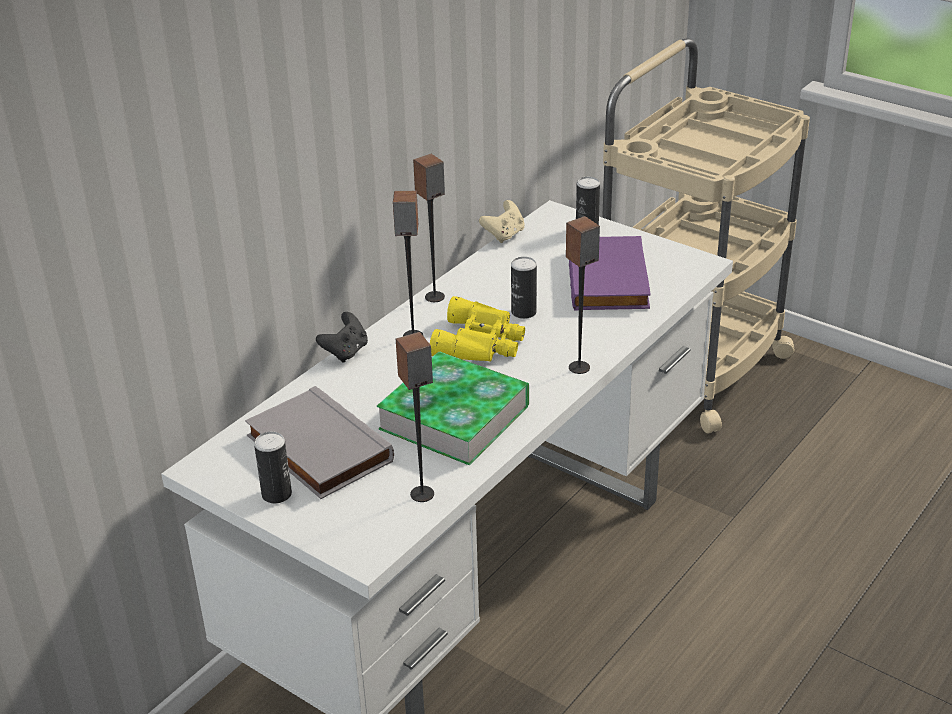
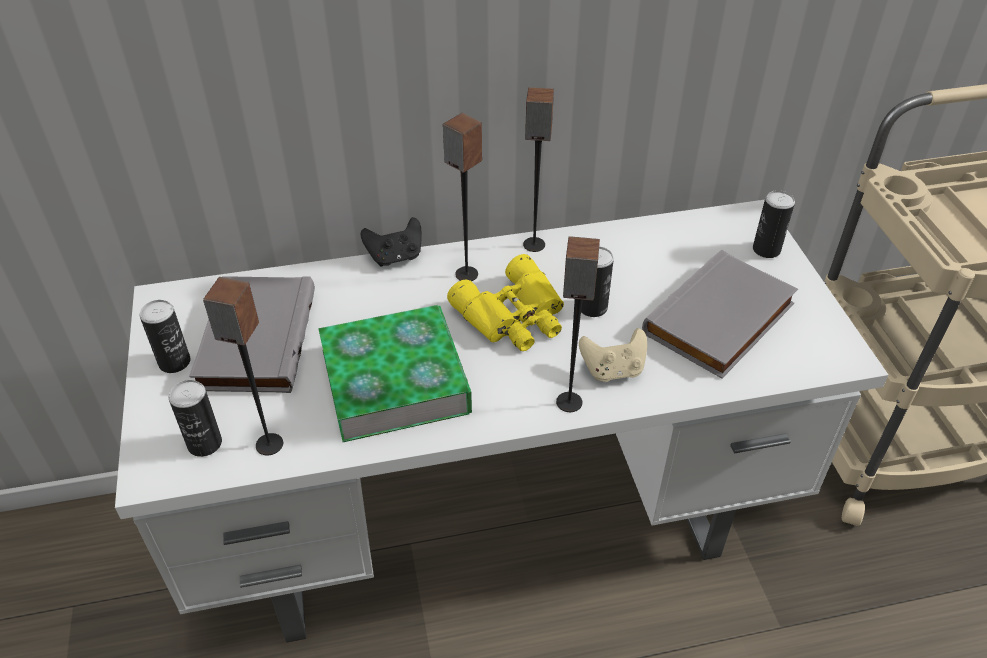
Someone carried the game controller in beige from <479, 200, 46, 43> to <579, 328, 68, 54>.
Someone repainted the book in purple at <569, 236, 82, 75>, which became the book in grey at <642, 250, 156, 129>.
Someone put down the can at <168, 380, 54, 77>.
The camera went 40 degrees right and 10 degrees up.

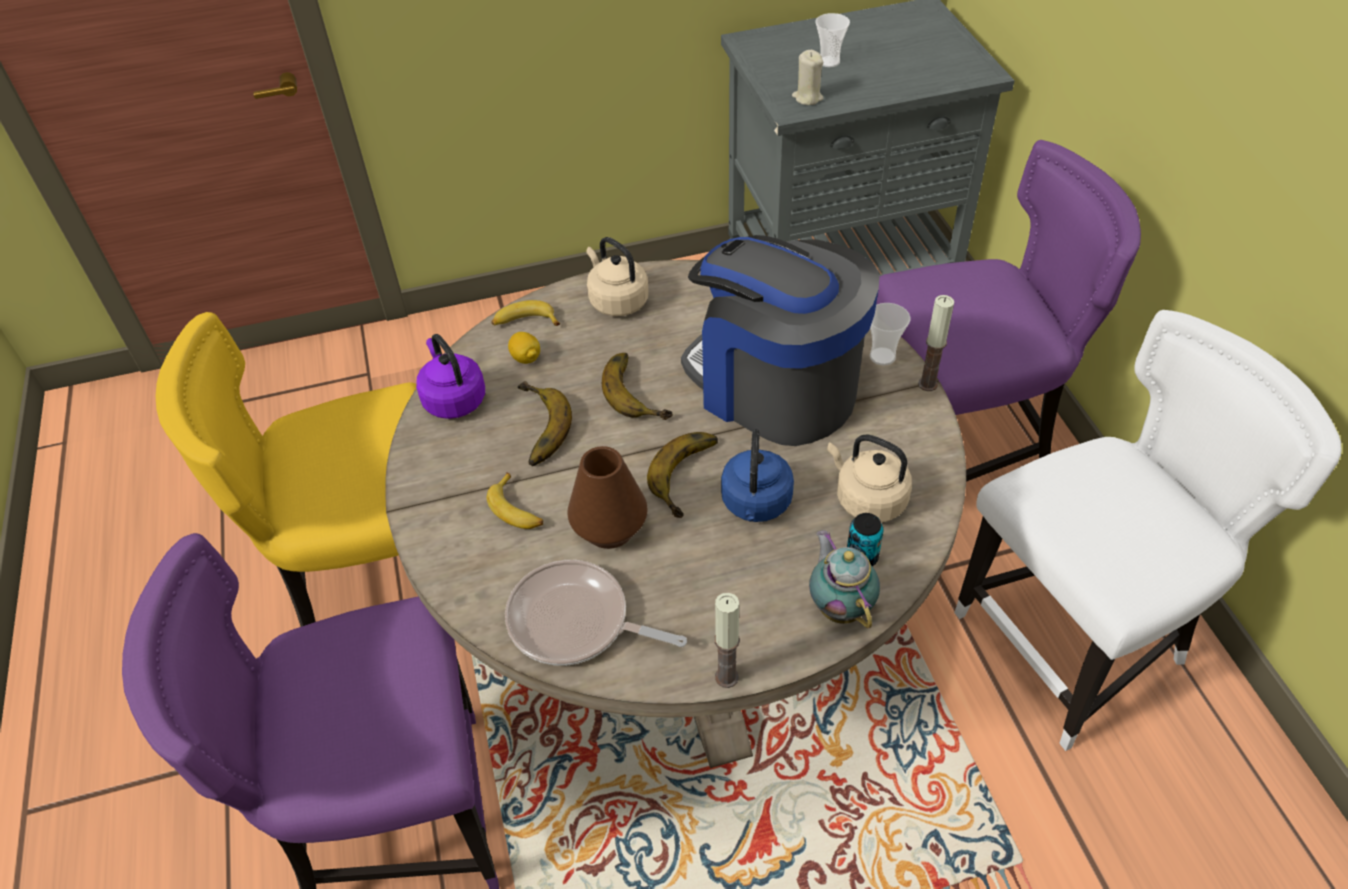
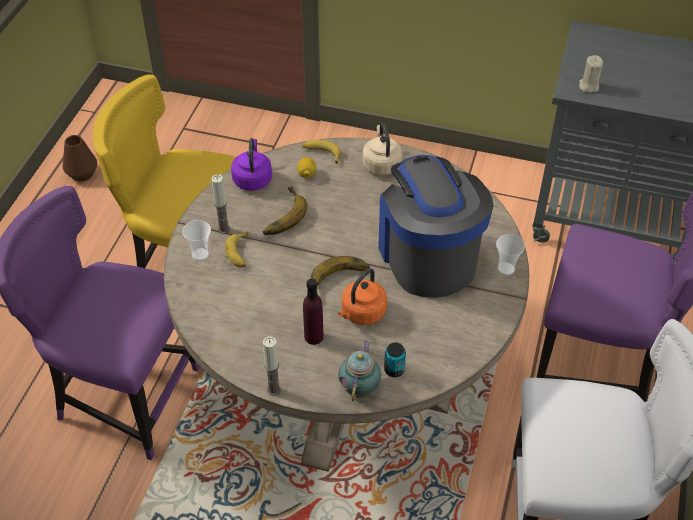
Someone carried the cup from <815, 13, 35, 55> to <182, 220, 29, 41>.
Someone carried the candle from <918, 295, 36, 96> to <211, 174, 19, 60>.
Someone took away the banana at <602, 353, 71, 67>.
Someone repainted the kettle in blue at <721, 429, 73, 93>, which became the kettle in orange at <338, 268, 49, 57>.
Someone took away the kettle in beige at <827, 434, 85, 88>.
Someone carried the vase in brown from <567, 446, 80, 103> to <63, 135, 34, 46>.
Someone took away the frying pan at <505, 560, 182, 106>.
Someone put down the bottle in purple at <303, 278, 21, 67>.
The camera went 30 degrees right and 0 degrees up.

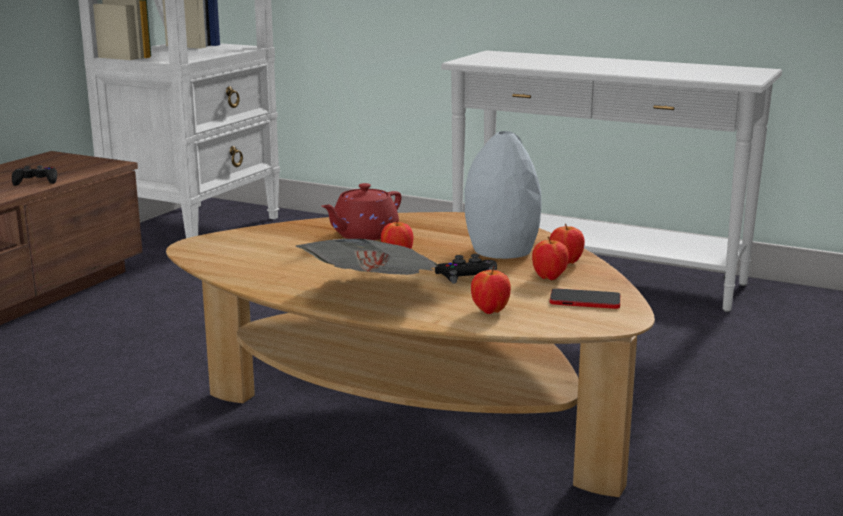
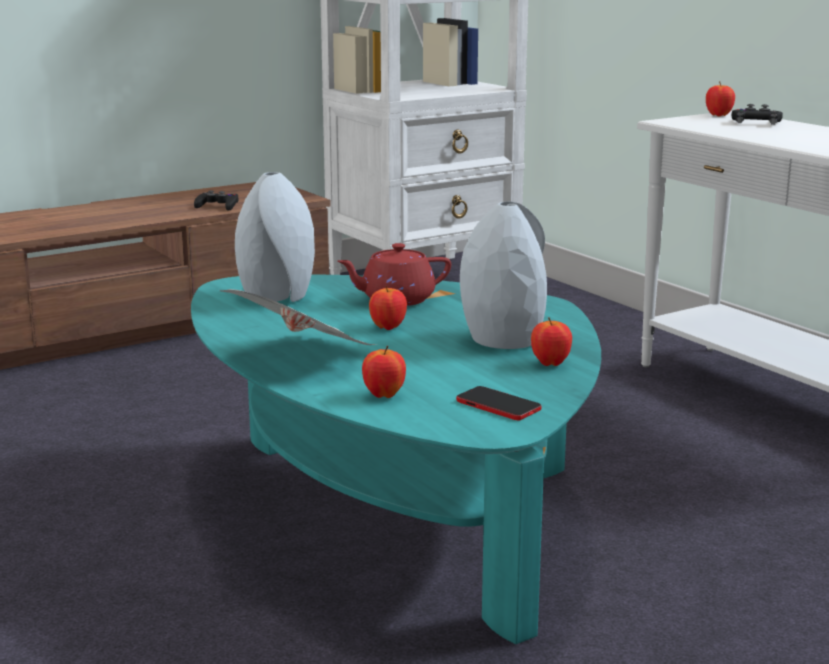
Someone repainted the coffee table in brown at <166, 212, 489, 285>, which became the coffee table in turquoise at <191, 275, 410, 369>.
Someone carried the apple from <532, 236, 37, 44> to <706, 81, 29, 36>.
Someone carried the game controller in black from <435, 254, 62, 30> to <732, 104, 51, 21>.
Someone put down the vase in grey at <235, 172, 80, 130>.
The camera went 30 degrees right and 0 degrees up.

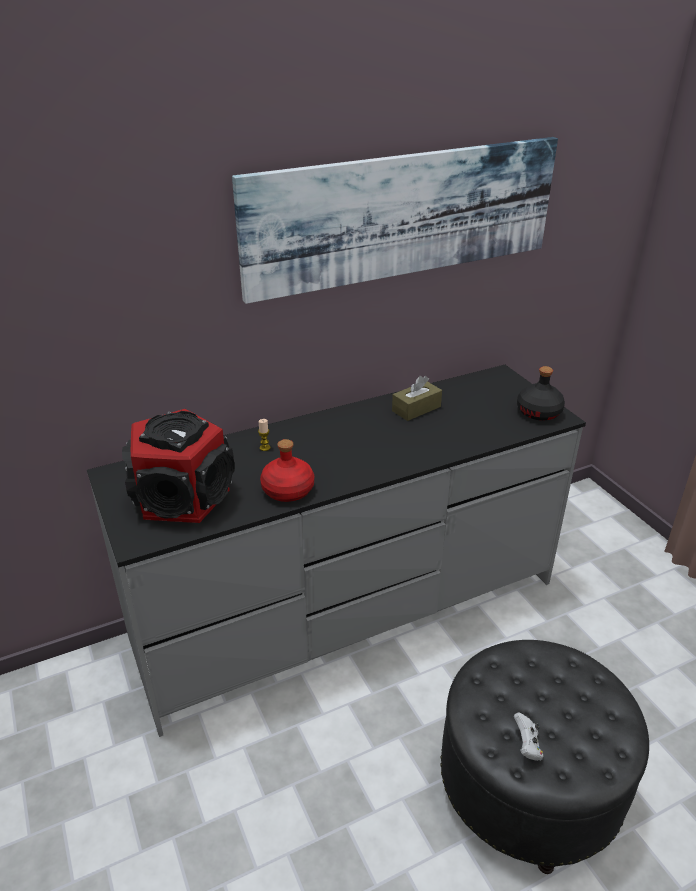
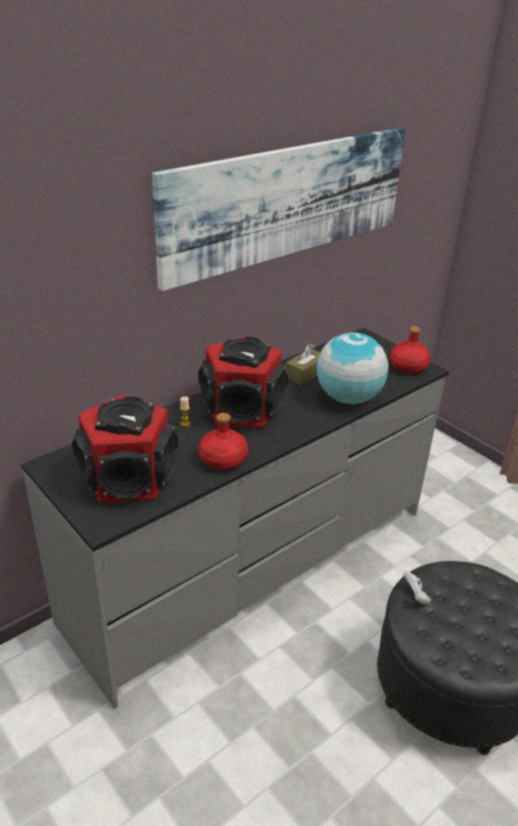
Someone repainted the bottle in black at <517, 366, 48, 55>, which became the bottle in red at <390, 326, 41, 48>.
Someone carried the game controller in white from <514, 712, 29, 49> to <403, 571, 28, 34>.
Someone put down the globe at <317, 332, 72, 72>.
Someone put down the speaker at <198, 336, 90, 92>.
The camera went 15 degrees left and 0 degrees up.

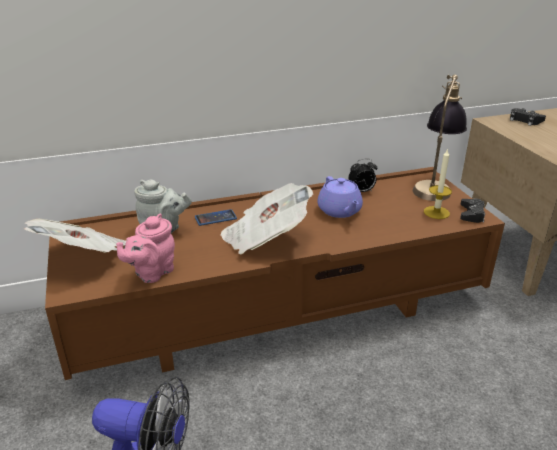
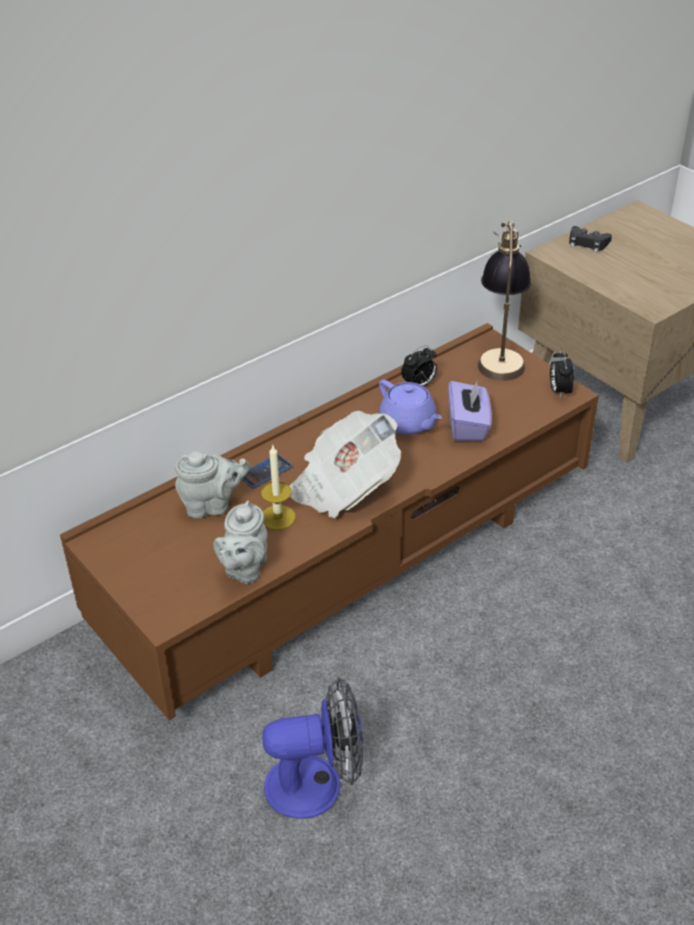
Someone carried the candle from <424, 148, 28, 71> to <261, 445, 35, 85>.
Someone swapped the game controller in black at <460, 198, 25, 25> for the alarm clock at <550, 349, 24, 50>.
Someone repainted the teapot in pink at <116, 214, 59, 69>, which became the teapot in grey at <213, 501, 54, 83>.
Someone took away the newspaper at <24, 219, 102, 34>.
Someone put down the tissue box in purple at <448, 379, 44, 62>.
The camera went 20 degrees left and 10 degrees up.

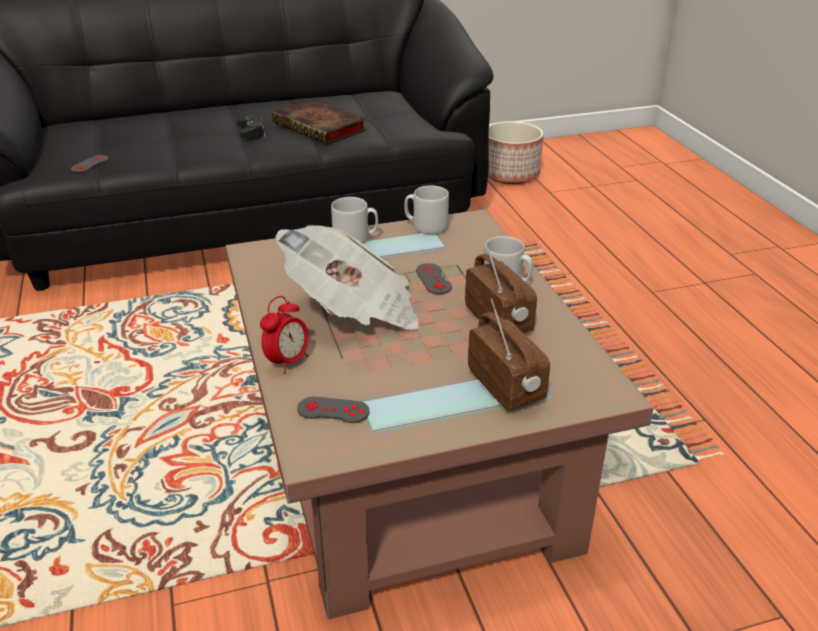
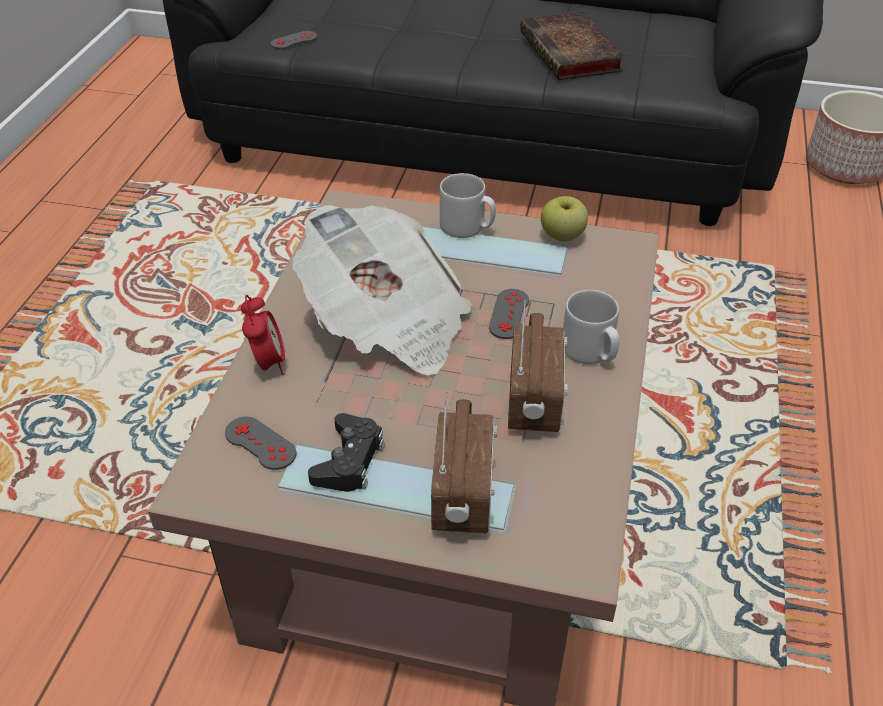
Someone carried the game controller in black from <237, 115, 29, 24> to <308, 413, 77, 79>.
Someone swapped the mug in grey at <404, 186, 45, 48> for the apple at <541, 196, 47, 46>.
Someone rotated the alarm clock at <260, 296, 49, 78> by 75 degrees counterclockwise.
The camera went 30 degrees right and 10 degrees up.

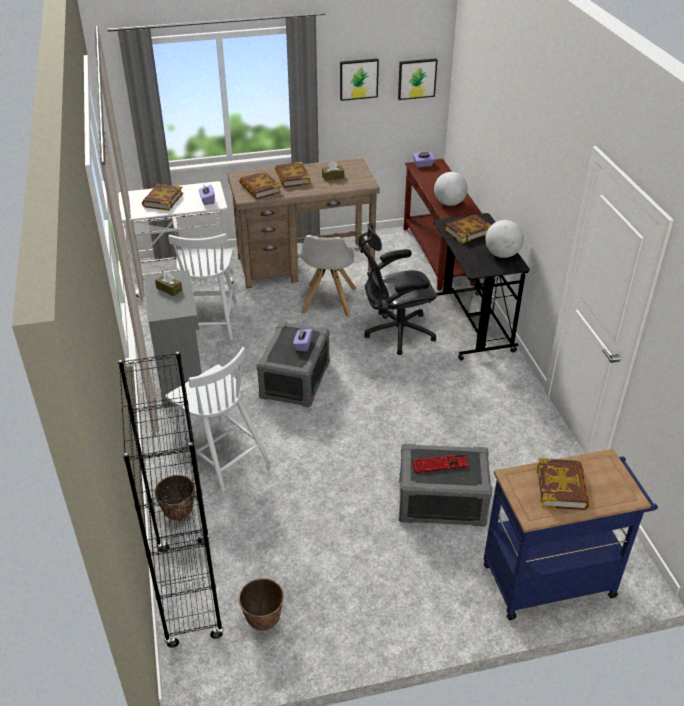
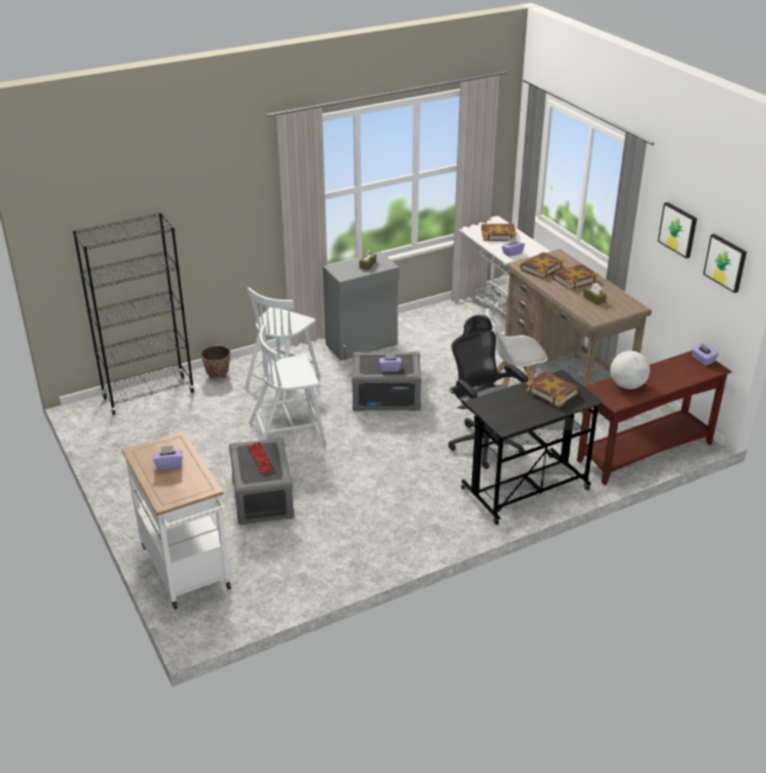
Someone took away the globe at <485, 220, 39, 38>.
Someone carried the chair in white from <168, 233, 69, 108> to <249, 324, 76, 117>.
Someone repainted the cart in blue at <484, 449, 174, 171>, which became the cart in white at <122, 431, 109, 178>.
Someone swapped the book at <537, 458, 52, 52> for the tissue box in purple at <153, 446, 29, 24>.
Someone took away the planter at <239, 578, 45, 52>.
The camera went 75 degrees right and 5 degrees down.

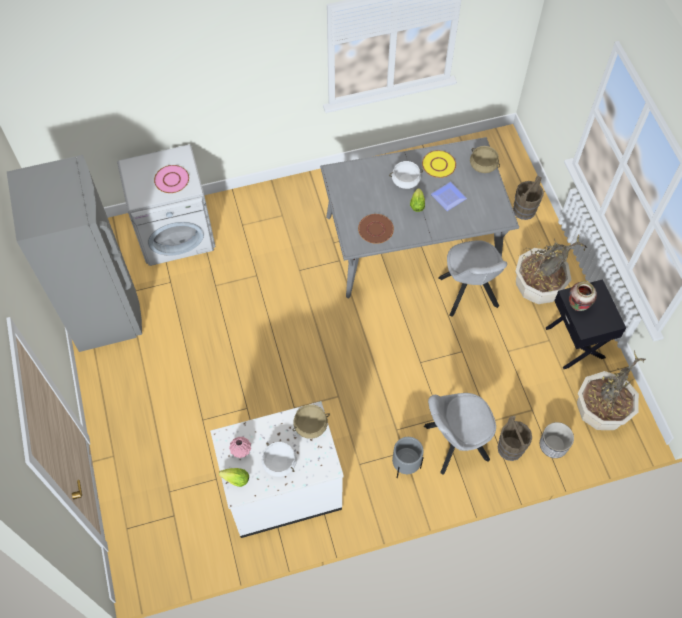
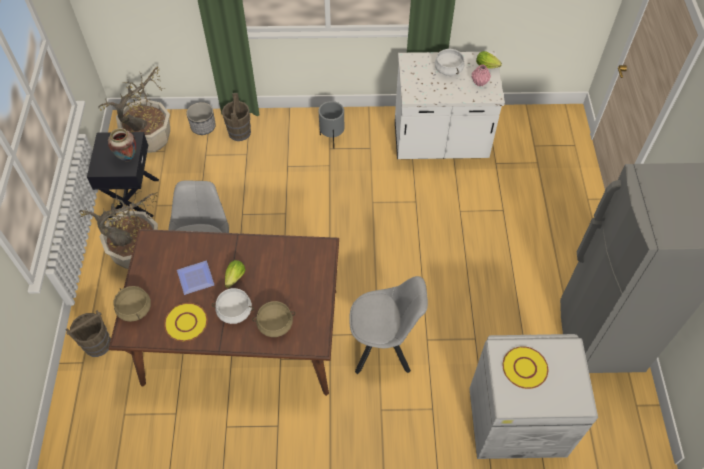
Someone repainted the dining table in grey at <320, 137, 199, 161>, which became the dining table in brown at <109, 229, 230, 167>.
Someone repainted the plate in pink at <154, 165, 35, 28>, which became the plate in yellow at <503, 346, 45, 43>.
Someone took away the plate in brown at <358, 214, 36, 30>.
Someone carried the chair in grey from <424, 393, 72, 82> to <349, 276, 79, 98>.
Someone carried the cooking pot in beige from <292, 404, 38, 35> to <252, 301, 44, 36>.
The camera went 165 degrees left and 5 degrees down.

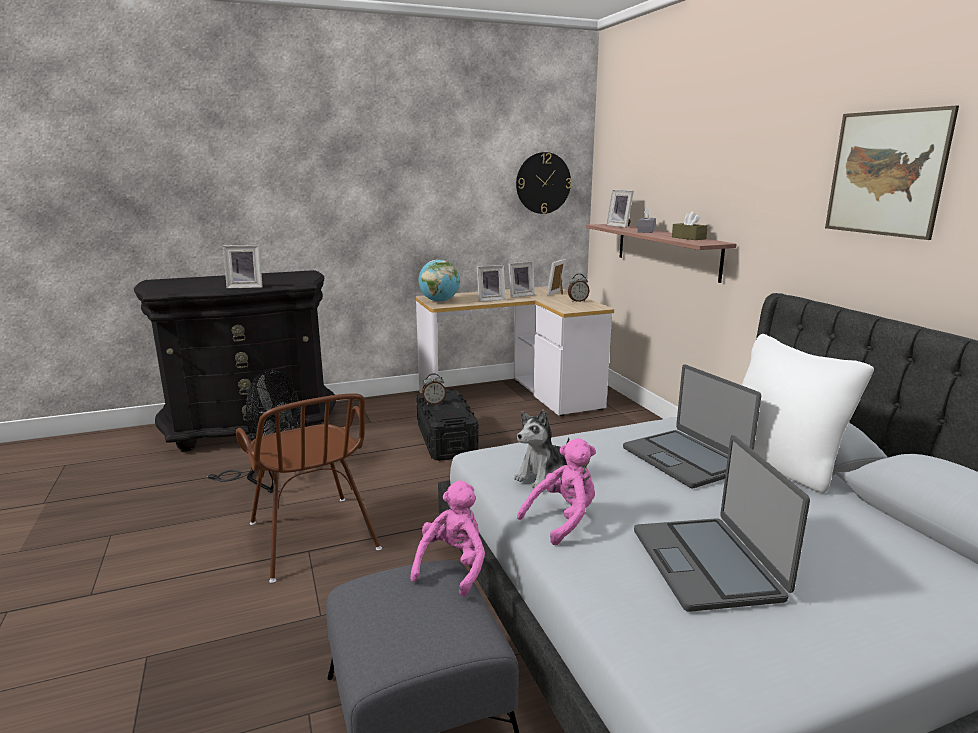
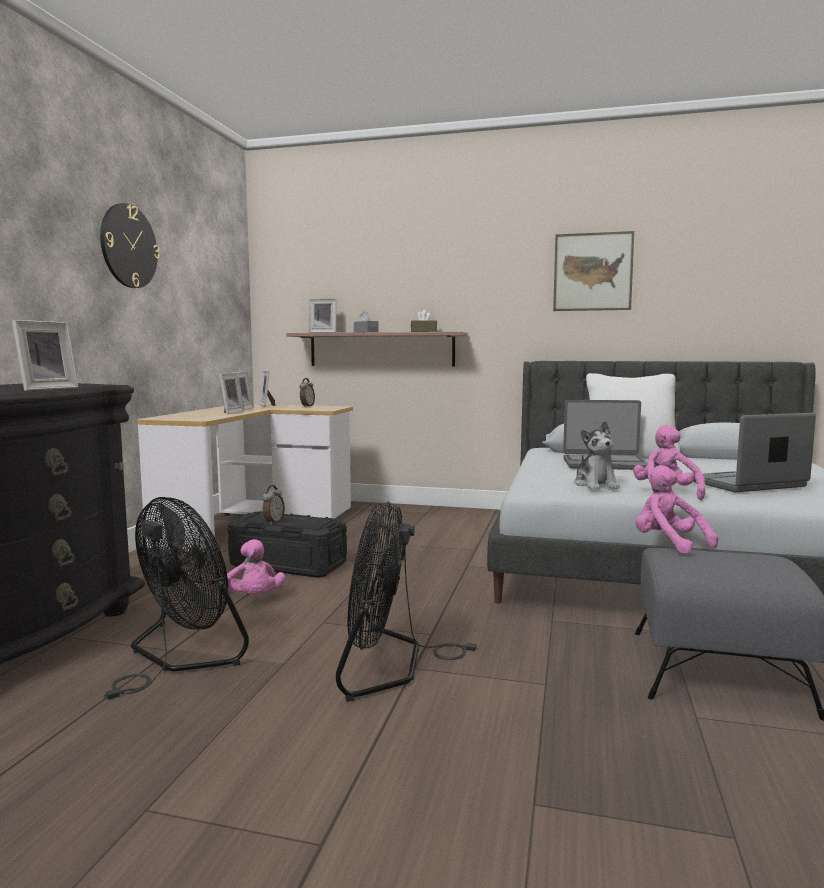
Someone carried the wall clock from <516, 152, 55, 62> to <100, 203, 60, 85>.
Someone took away the globe at <418, 260, 42, 42>.
Someone swapped the chair in brown at <236, 393, 146, 190> for the fan in black at <336, 502, 143, 200>.
Someone rotated the laptop at <634, 435, 176, 177> by 135 degrees clockwise.
Someone put down the plush toy in pink at <224, 539, 61, 56>.
The camera went 55 degrees left and 10 degrees down.

